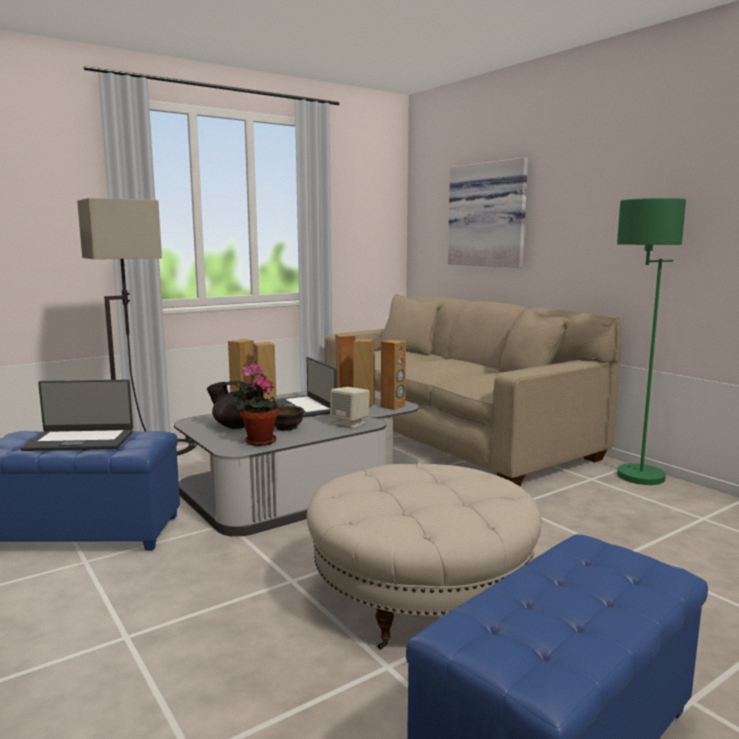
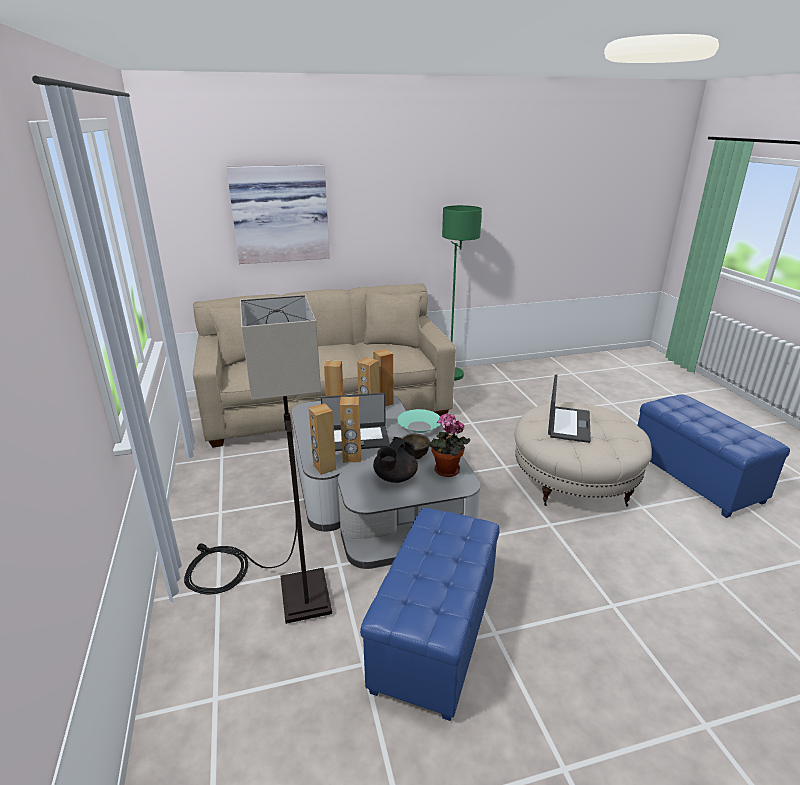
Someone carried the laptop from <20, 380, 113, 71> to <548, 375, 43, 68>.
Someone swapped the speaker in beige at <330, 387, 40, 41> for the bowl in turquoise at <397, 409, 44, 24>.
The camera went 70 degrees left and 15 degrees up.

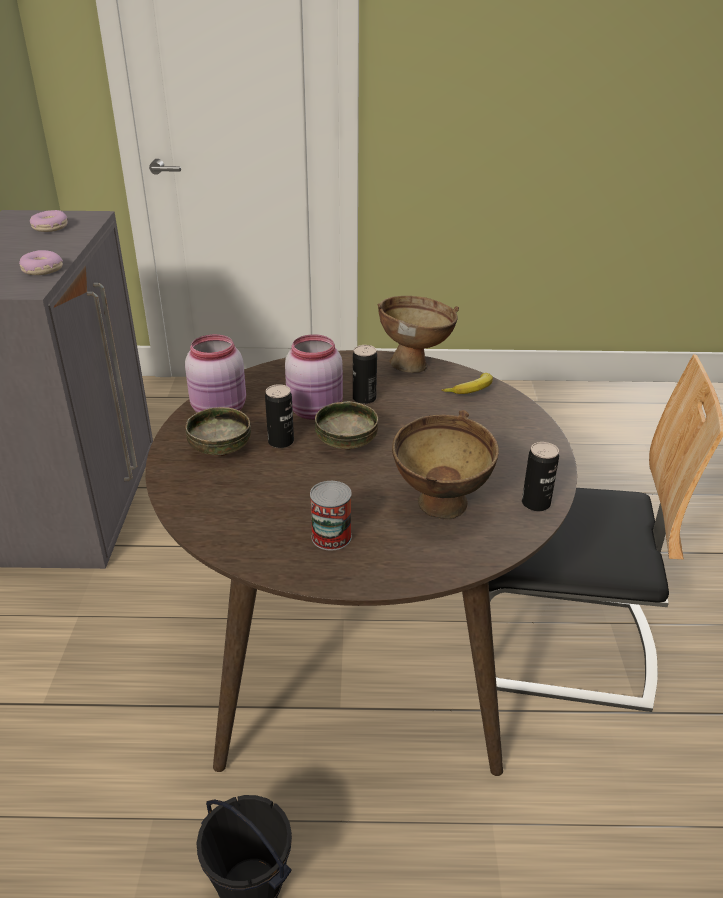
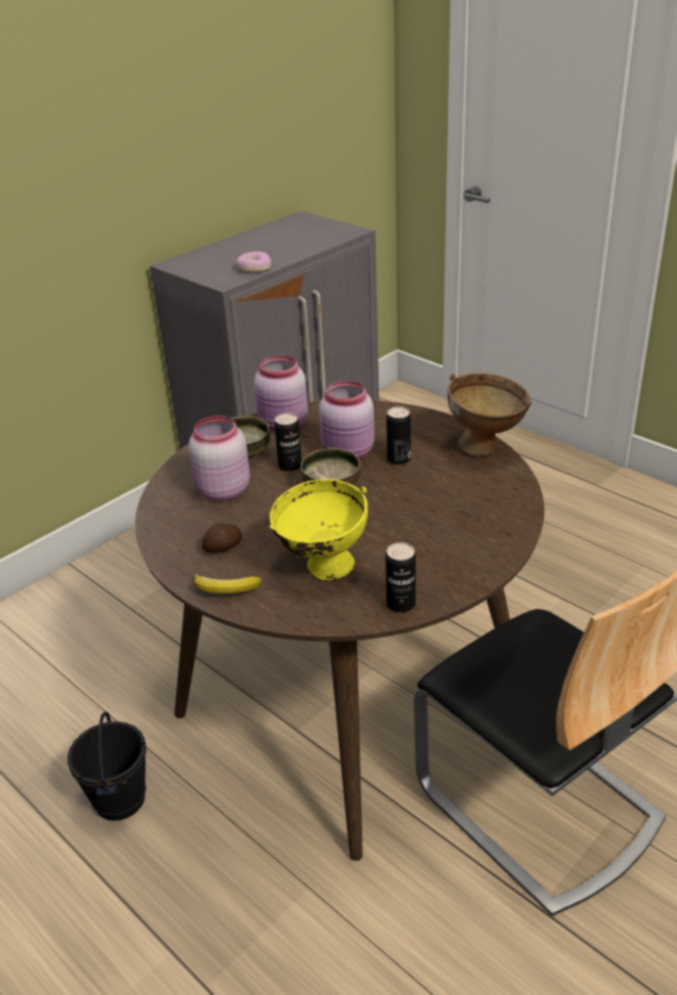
Someone took away the donut at <30, 210, 38, 22>.
Someone carried the banana from <442, 373, 51, 21> to <194, 574, 68, 20>.
Someone repainted the bowl in brown at <392, 410, 107, 109>, which became the bowl in yellow at <269, 479, 99, 102>.
Someone swapped the can at <310, 481, 42, 69> for the potato at <202, 523, 40, 30>.
Someone put down the jar in pink at <188, 416, 62, 85>.
The camera went 45 degrees right and 0 degrees up.

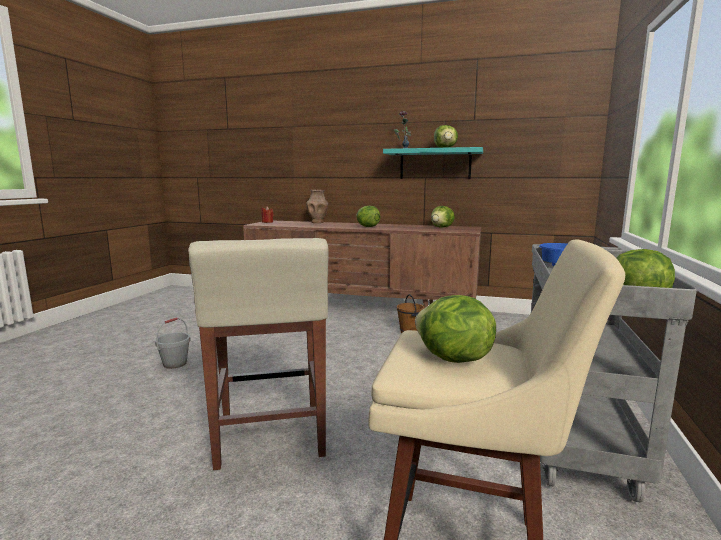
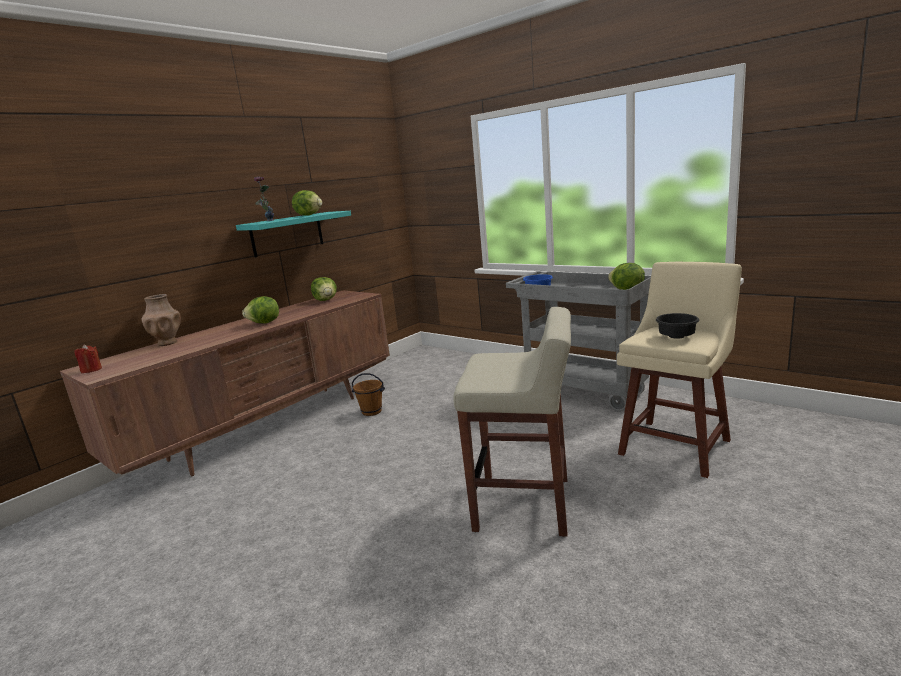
Someone swapped the lettuce at <415, 295, 81, 68> for the bowl in black at <656, 313, 43, 26>.
Someone took away the bucket in grey at <155, 317, 36, 52>.
The camera went 65 degrees left and 5 degrees up.

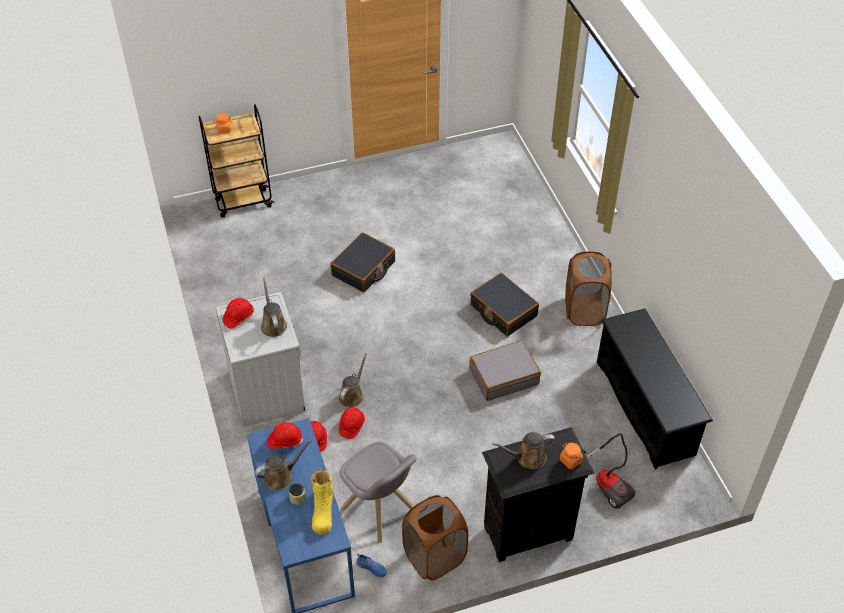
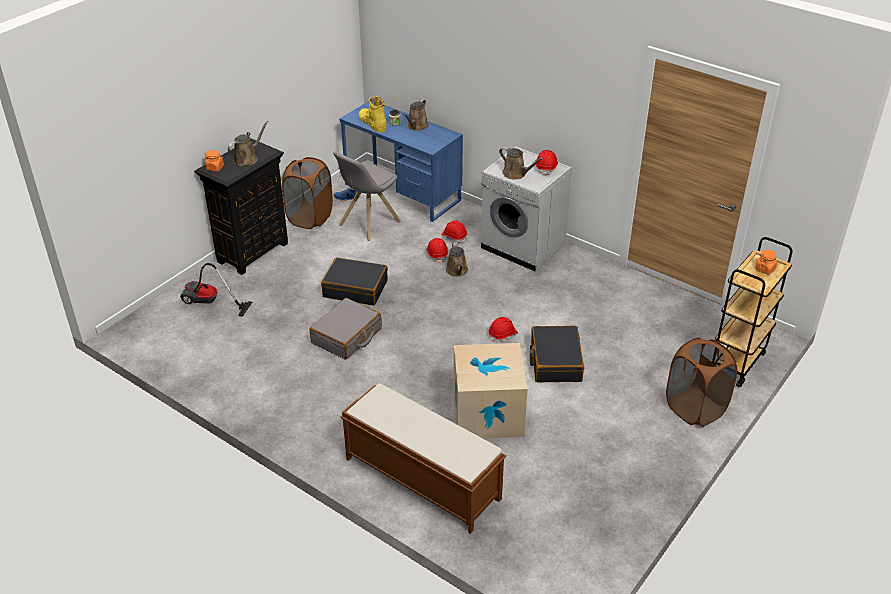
Someone carried the laundry basket in brown from <565, 252, 47, 74> to <666, 338, 71, 89>.
Someone carried the suitcase in black from <470, 273, 69, 63> to <321, 258, 67, 47>.
Someone took away the shoe rack in black at <597, 309, 116, 161>.
Someone carried the hard hat in red from <268, 422, 35, 27> to <488, 317, 30, 25>.
Someone rotated the chair in grey at <340, 442, 77, 101> by 60 degrees counterclockwise.
Someone put down the cardboard box at <454, 343, 74, 96>.
Someone put down the bench in brown at <341, 383, 165, 151>.
The camera went 145 degrees right and 10 degrees down.

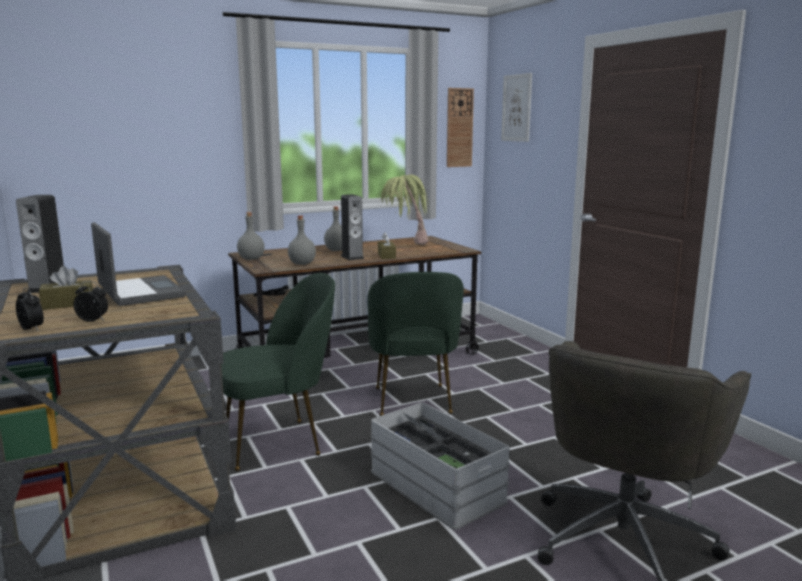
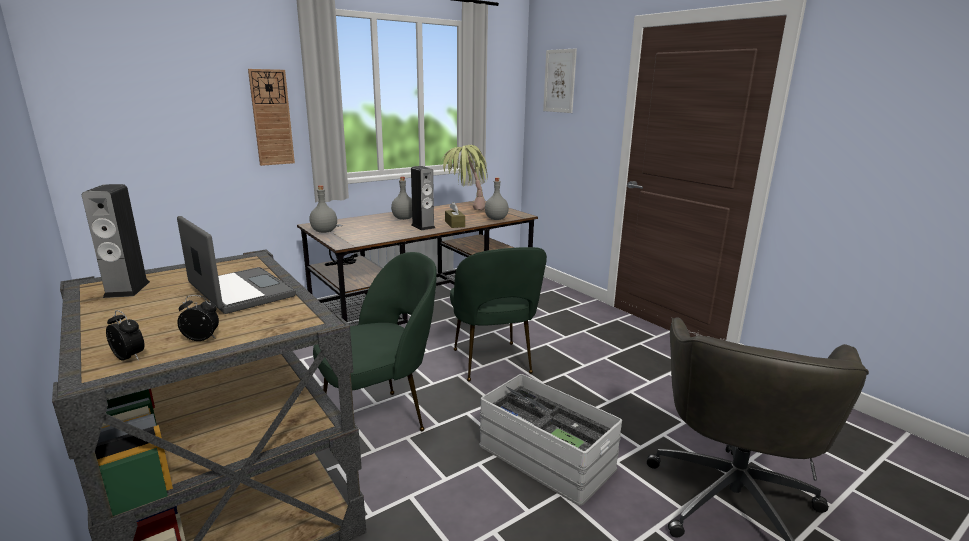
Someone carried the wall clock from <447, 88, 27, 79> to <248, 69, 47, 97>.
Someone carried the bottle in grey from <288, 216, 28, 49> to <485, 177, 24, 43>.
Someone took away the tissue box in brown at <39, 266, 54, 44>.
The camera went 10 degrees left and 5 degrees up.

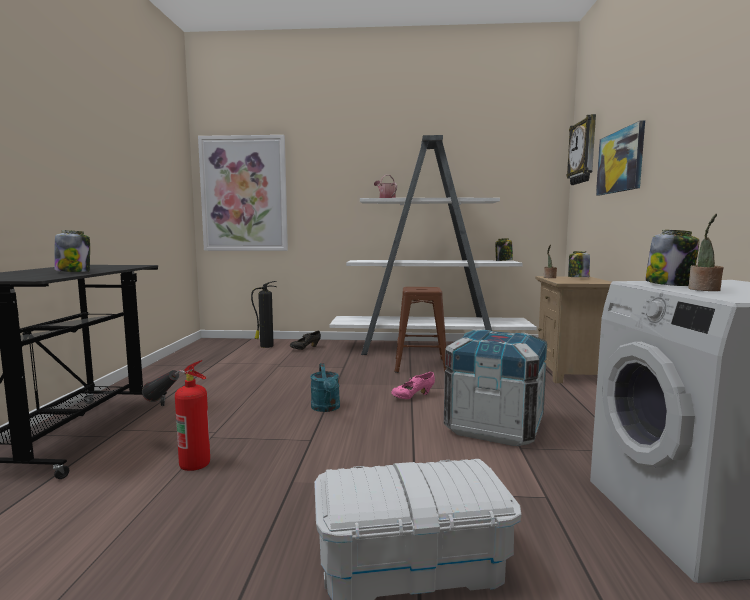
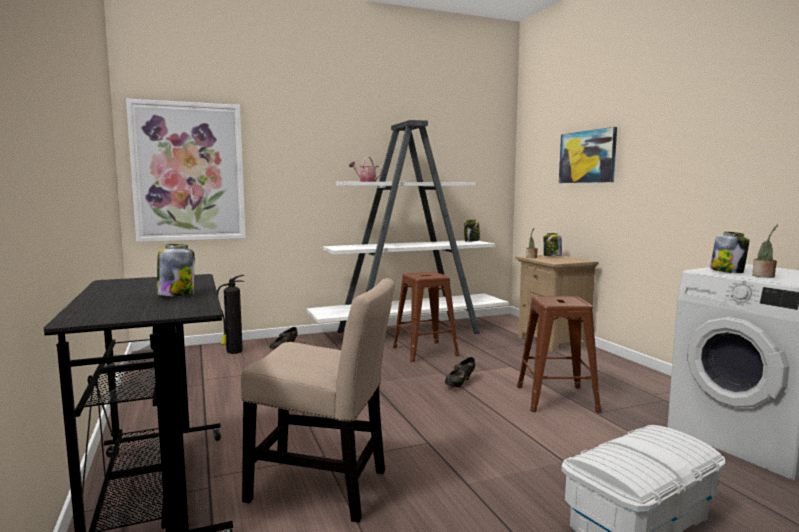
Someone took away the wall clock at <566, 114, 30, 71>.
Someone swapped the crate at <444, 329, 103, 117> for the stool in brown at <517, 296, 85, 117>.
Someone swapped the fire extinguisher at <142, 360, 68, 111> for the chair in beige at <241, 278, 154, 245>.
Someone took away the watering can in turquoise at <310, 363, 30, 49>.
Someone repainted the shoe in pink at <391, 372, 44, 27>, which became the shoe in black at <445, 357, 30, 30>.
The camera went 25 degrees left and 0 degrees up.

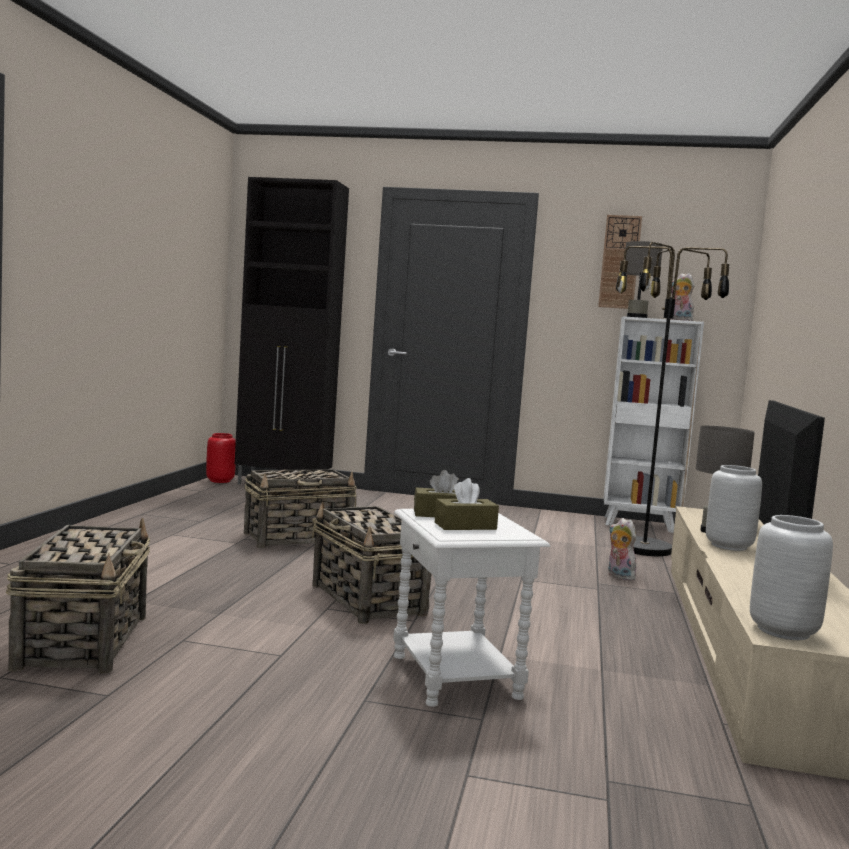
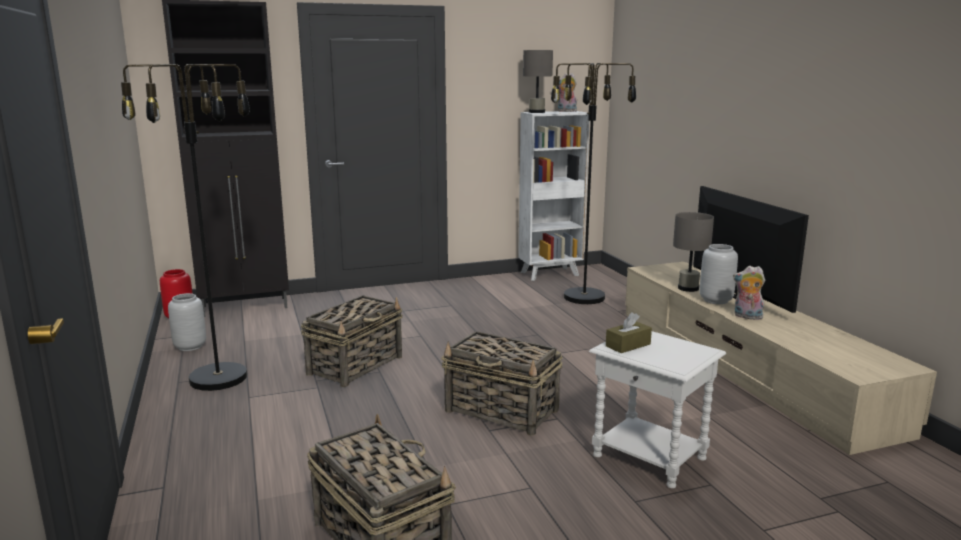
Someone took away the wall clock at <598, 215, 44, 94>.
Someone took away the tissue box in brown at <435, 478, 64, 52>.
Someone carried the vase in grey from <750, 515, 83, 125> to <168, 293, 38, 58>.
Someone carried the plush toy from <608, 518, 29, 63> to <733, 266, 32, 54>.
Someone put down the floor lamp at <121, 64, 129, 327>.
The camera went 30 degrees left and 10 degrees up.

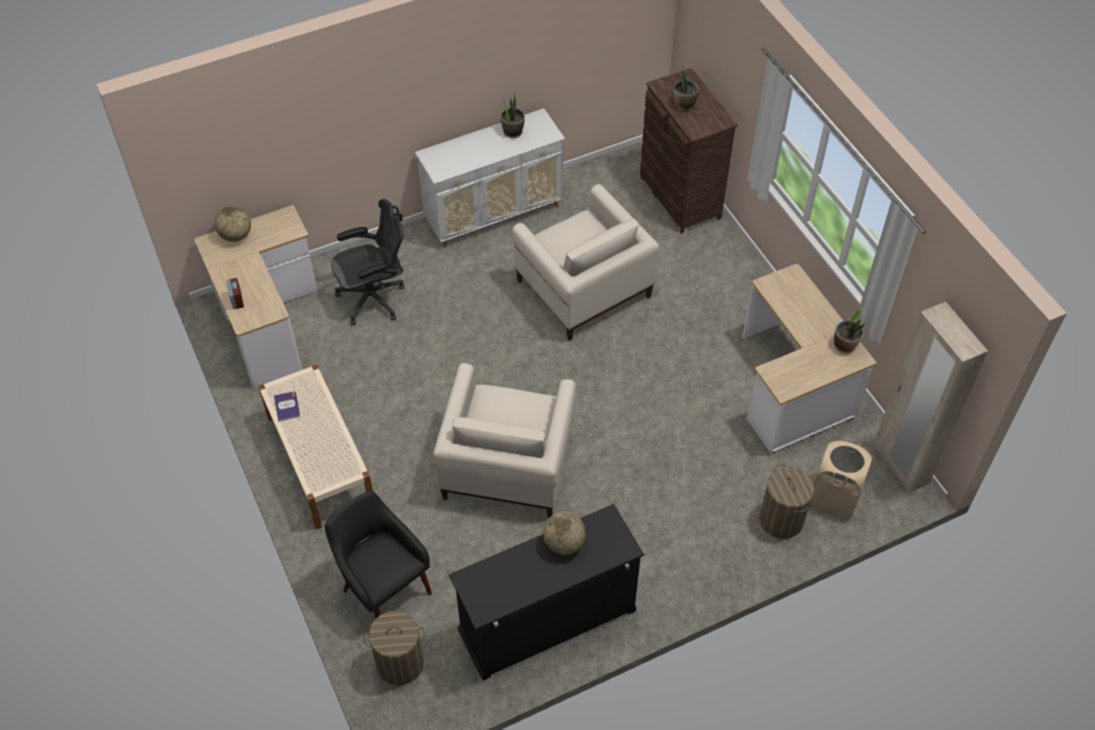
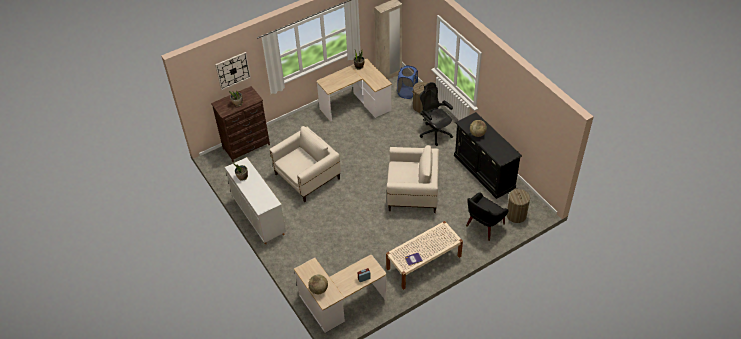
Someone carried the office chair from <331, 199, 73, 126> to <419, 82, 34, 64>.
Someone repainted the laundry basket in beige at <811, 439, 62, 78>, which became the laundry basket in blue at <397, 66, 21, 33>.
Someone put up the wall clock at <215, 52, 36, 38>.
The camera went 95 degrees left and 5 degrees down.

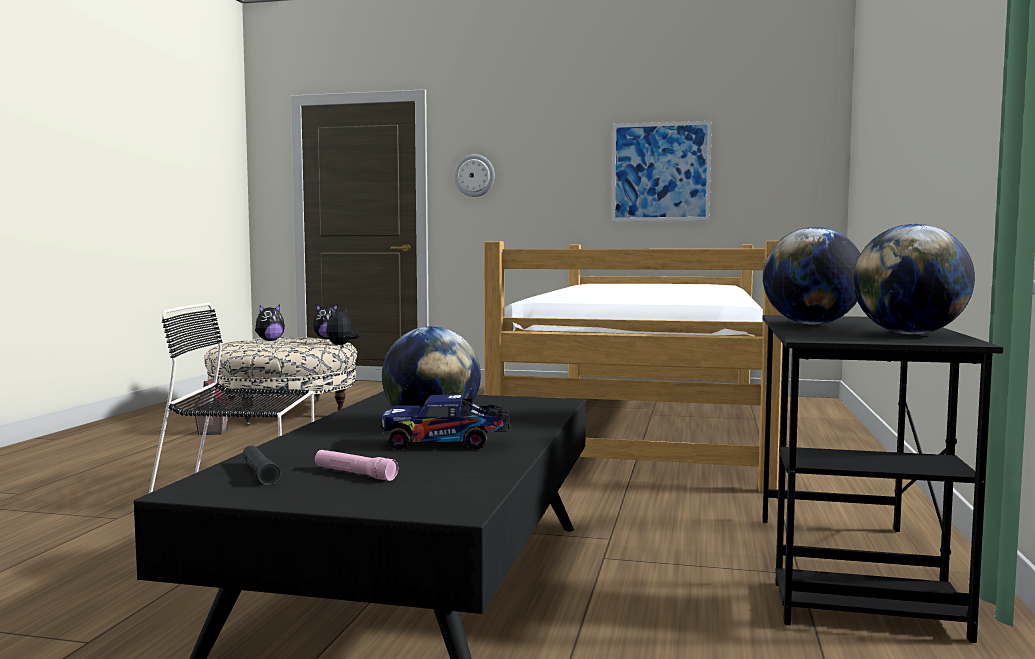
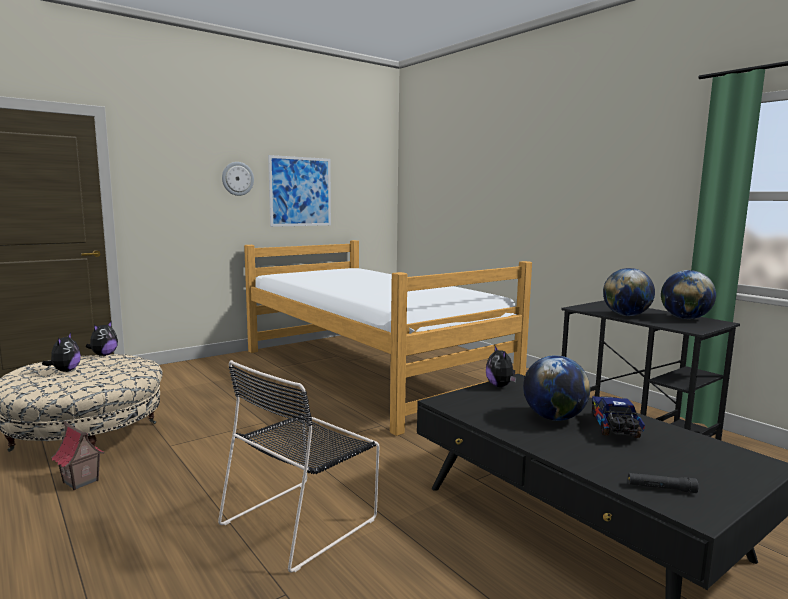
Someone carried the wall clock from <454, 154, 41, 43> to <222, 162, 32, 34>.
Someone carried the plush toy from <326, 308, 33, 37> to <486, 346, 31, 41>.
Someone rotated the toy truck at <380, 394, 131, 56> by 150 degrees clockwise.
Someone took away the flashlight in pink at <315, 450, 83, 31>.
The camera went 50 degrees left and 5 degrees up.

